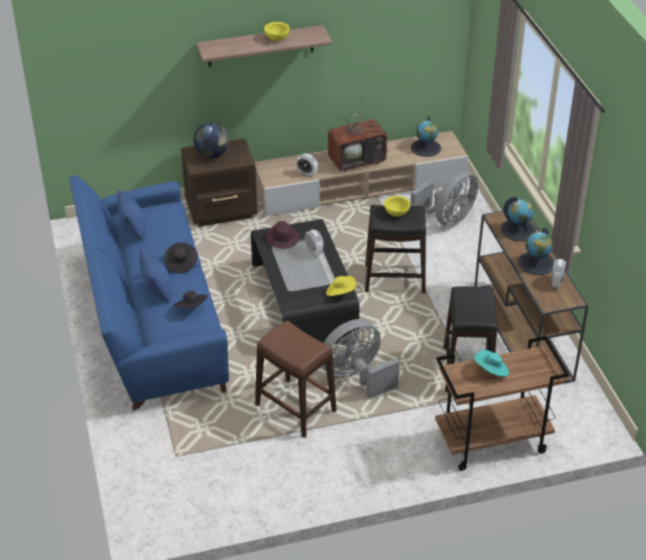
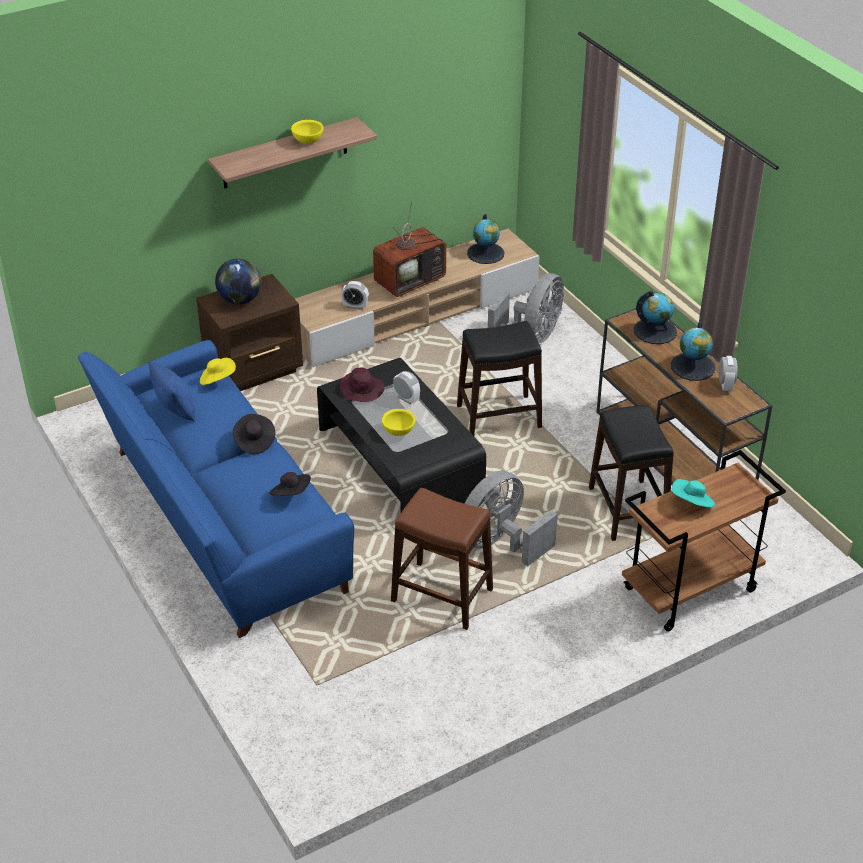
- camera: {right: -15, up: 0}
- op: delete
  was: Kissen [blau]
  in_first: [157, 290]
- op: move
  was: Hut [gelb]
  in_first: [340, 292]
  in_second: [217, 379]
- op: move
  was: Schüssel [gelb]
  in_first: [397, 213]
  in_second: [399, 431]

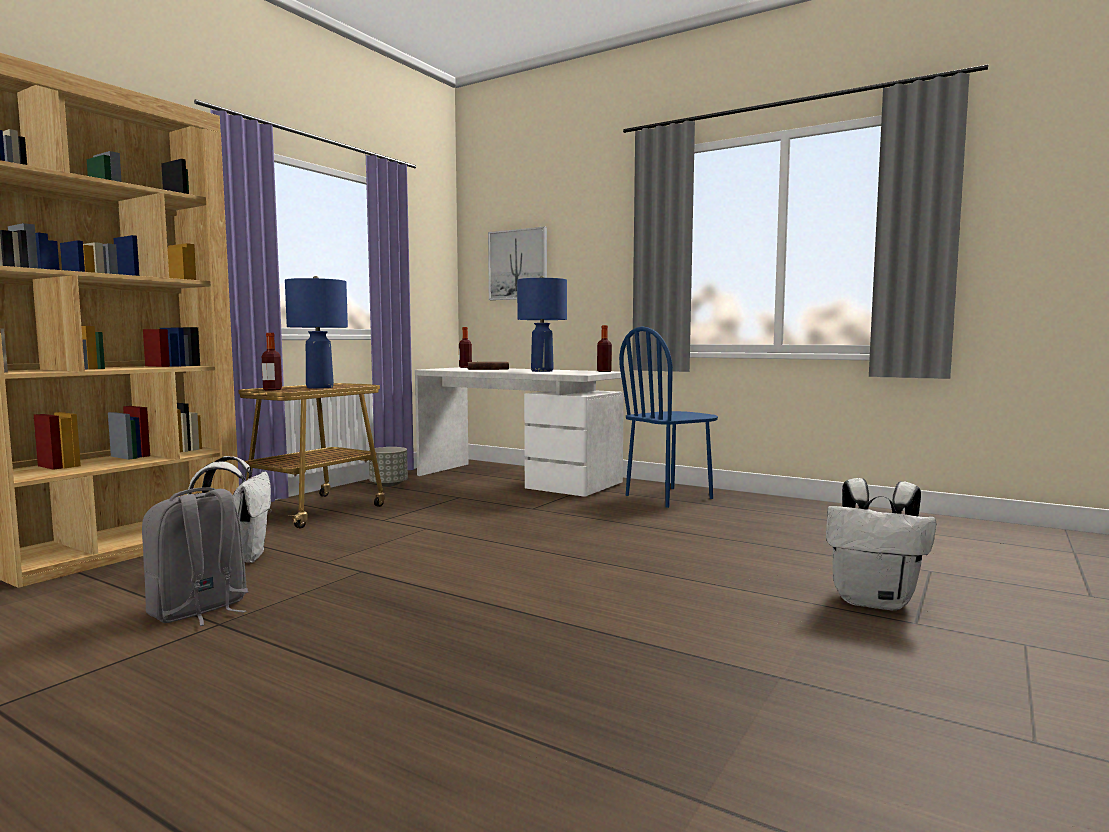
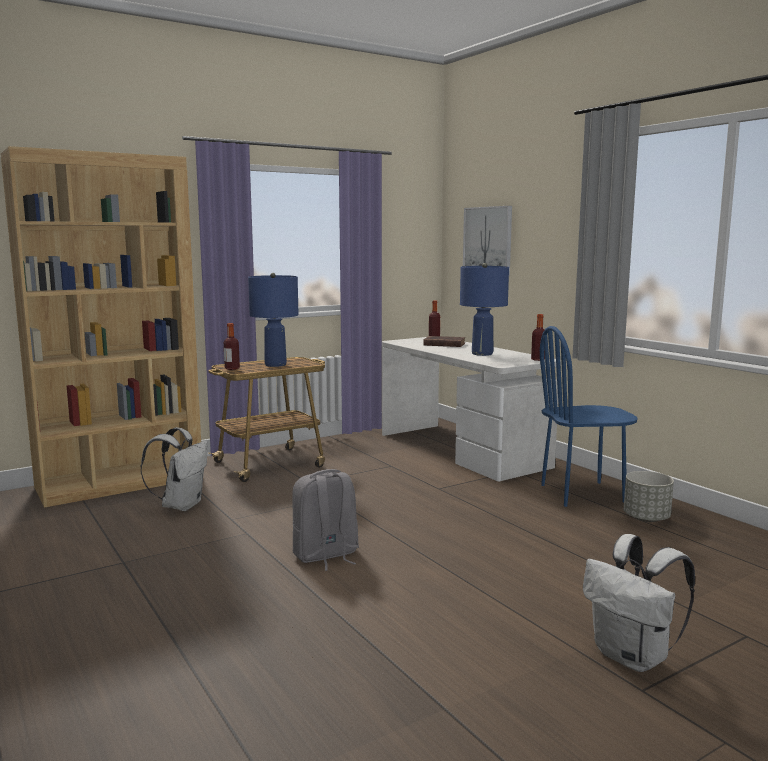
- camera: {right: 25, up: 5}
- op: move
  was: Rucksack [grau]
  in_first: [198, 610]
  in_second: [325, 555]
- op: move
  was: Pflanzkübel [grau]
  in_first: [389, 484]
  in_second: [646, 518]

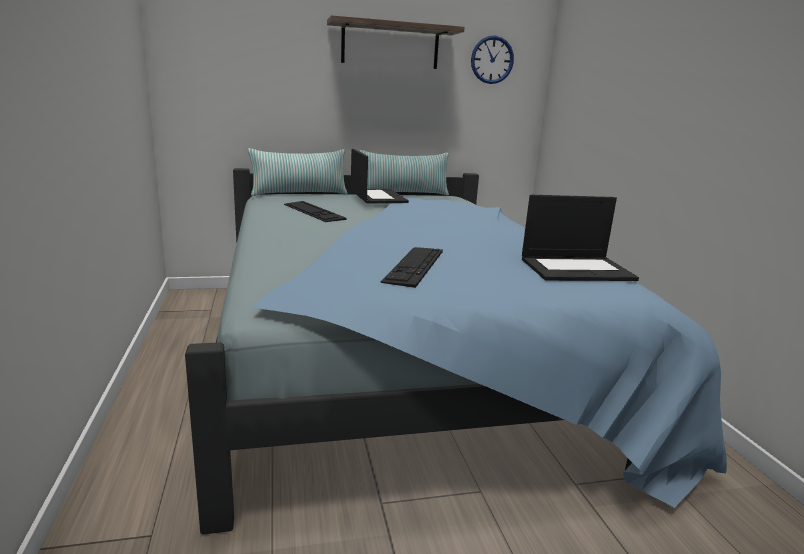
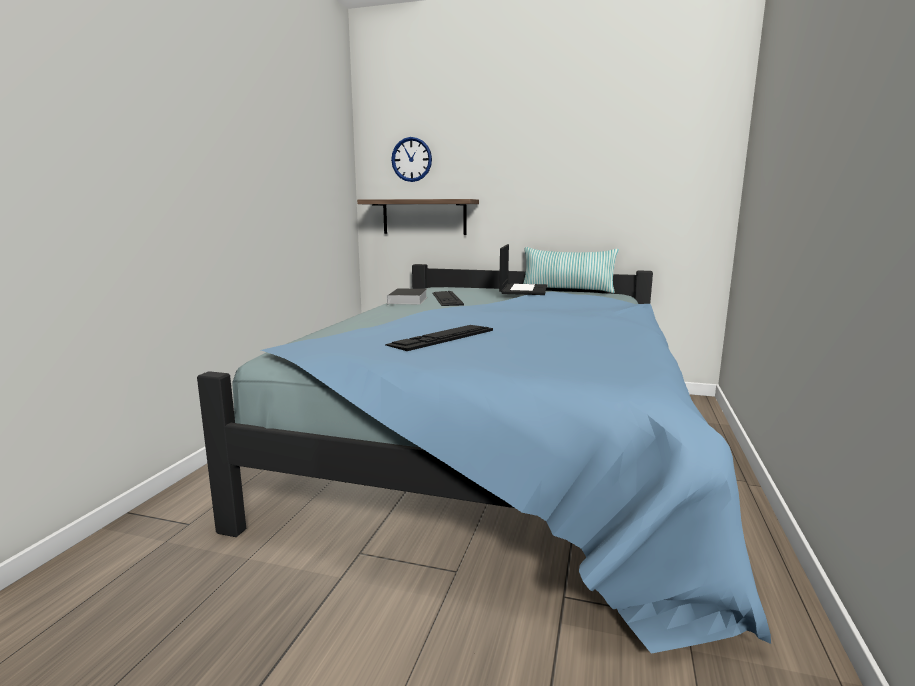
- camera: {right: 30, up: -5}
- op: delete
  was: Kissen
  in_first: [299, 194]
- op: delete
  was: Laptop
  in_first: [577, 269]
- op: insert
  now: Buch
  in_second: [408, 300]
- op: move
  was: Wandregal
  in_first: [390, 45]
  in_second: [424, 217]
- op: move
  was: Wanduhr
  in_first: [492, 60]
  in_second: [411, 159]

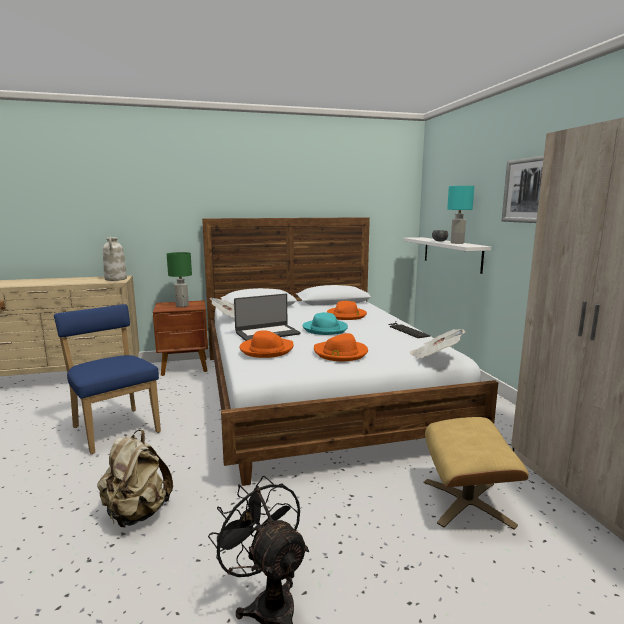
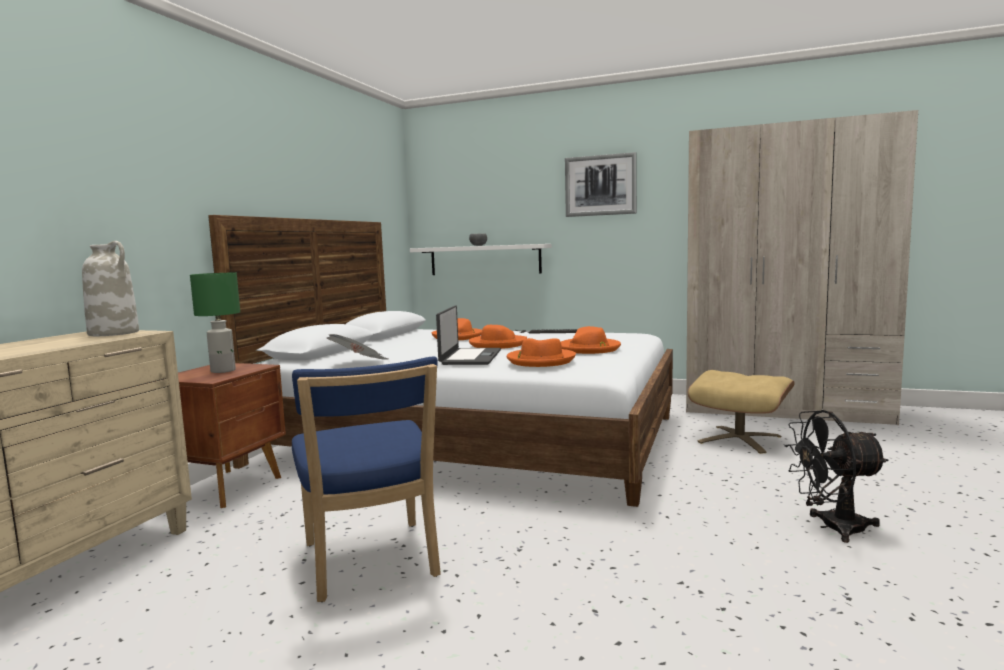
- camera: {right: -55, up: -5}
- op: delete
  was: Rucksack [beige]
  in_first: [137, 514]
- op: delete
  was: Zeitung
  in_first: [435, 357]
- op: delete
  was: Tischlampe [türkis]
  in_first: [456, 243]
- op: recolor
  was: Hut [türkis]
  now: Hut [orange]
  in_first: [325, 329]
  in_second: [497, 344]
- op: rotate
  was: Stuhl [blau]
  in_first: [114, 428]
  in_second: [371, 564]
  clockwise: -105

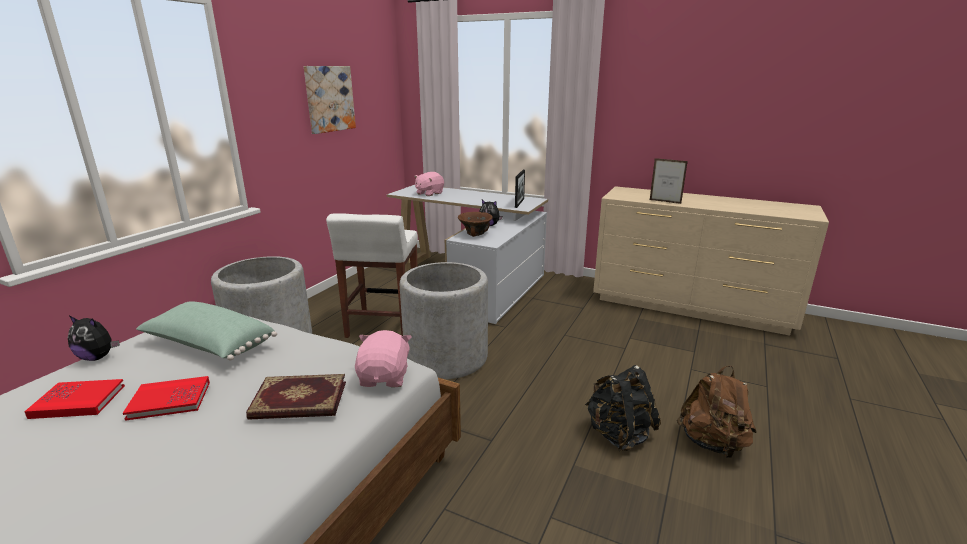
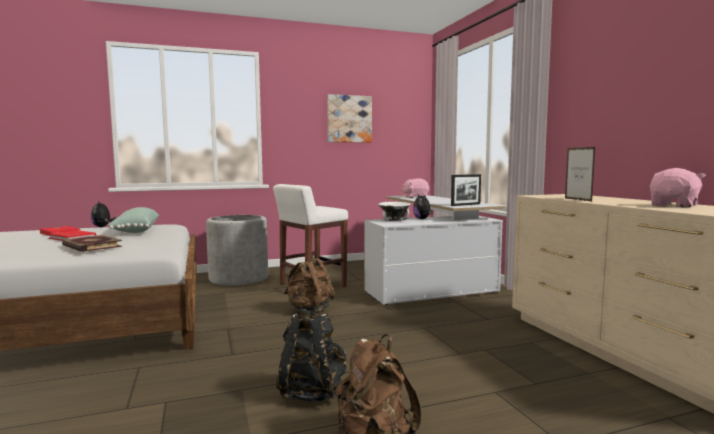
- camera: {right: 45, up: -15}
- op: move
  was: Plüschtier [rosa]
  in_first: [385, 377]
  in_second: [674, 205]
- op: replace
  was: Pflanzkübel [grau]
  now: Rucksack [braun]
  in_first: [446, 357]
  in_second: [309, 310]
- op: recolor
  was: Schüssel [braun]
  now: Schüssel [weiß]
  in_first: [475, 234]
  in_second: [394, 220]

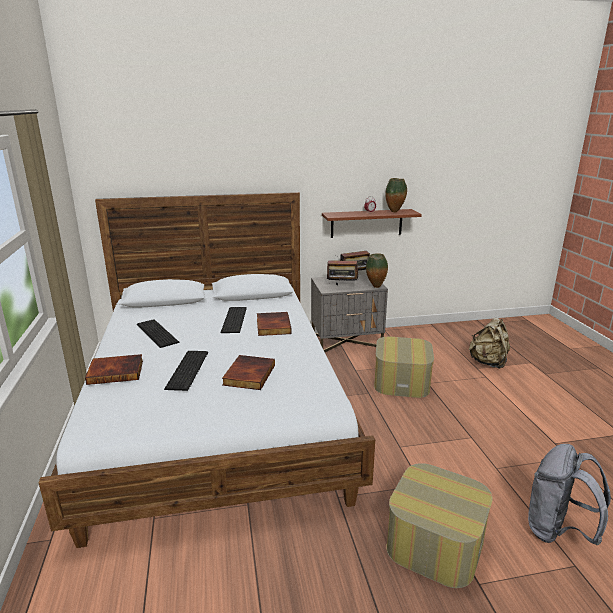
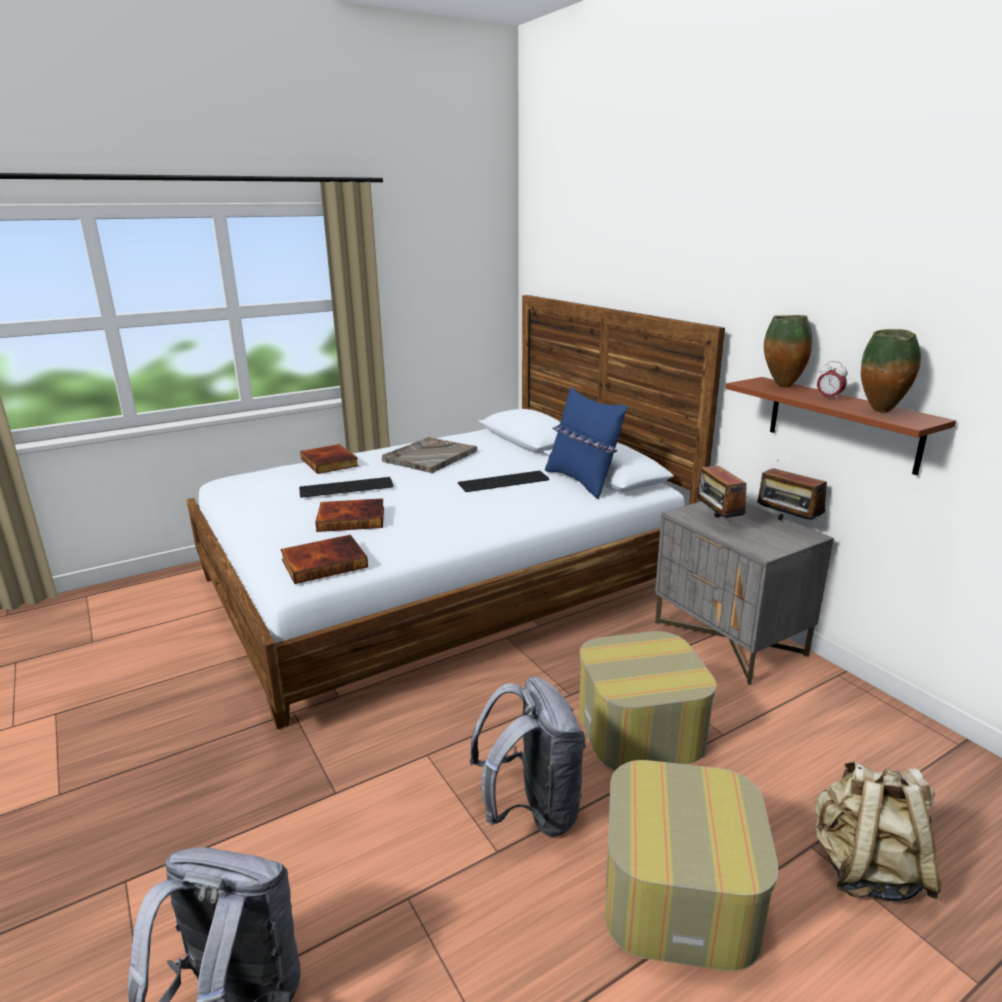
- camera: {right: 70, up: 0}
- op: insert
  now: Rucksack [grau]
  in_second: [532, 810]
- op: insert
  now: Kissen [blau]
  in_second: [582, 481]
- op: move
  was: Buch
  in_first: [272, 326]
  in_second: [324, 562]
- op: move
  was: Vase
  in_first: [376, 287]
  in_second: [781, 386]
- op: move
  was: Polsterhocker
  in_first: [435, 542]
  in_second: [680, 893]
- op: replace
  was: Tastatur
  now: Tablett [grau]
  in_first: [156, 334]
  in_second: [429, 456]

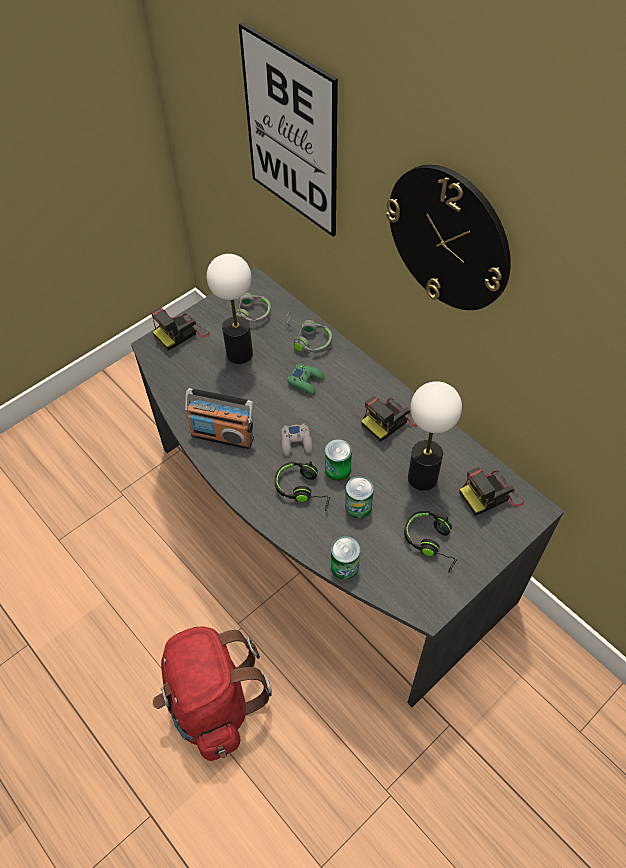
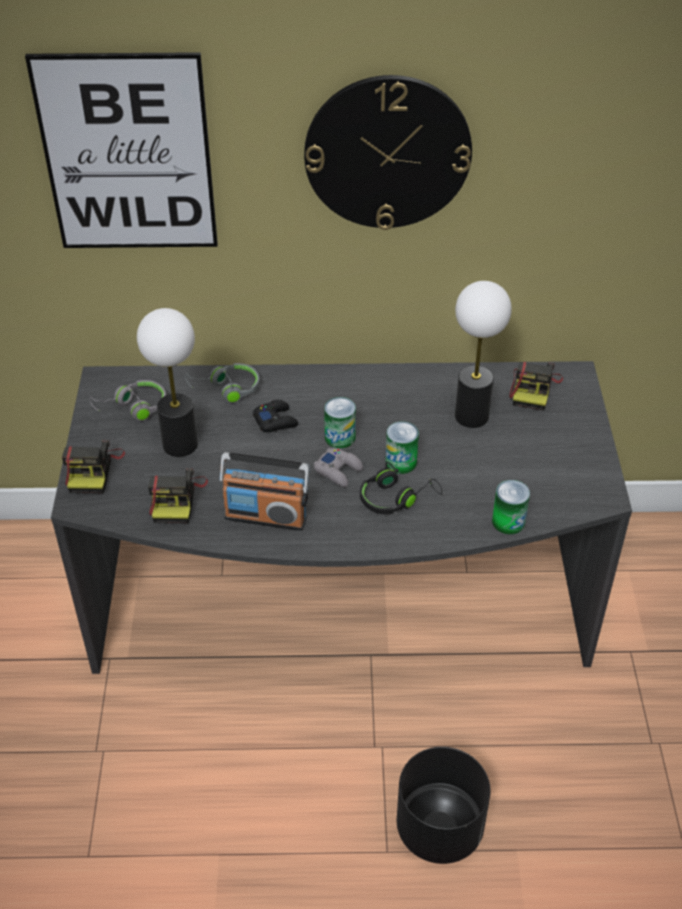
- camera: {right: -50, up: -10}
- op: delete
  was: Kopfhörer [schwarz]
  in_first: [432, 542]
- op: move
  was: Dose
  in_first: [358, 506]
  in_second: [340, 437]
- op: move
  was: Kamera
  in_first: [390, 421]
  in_second: [176, 499]
- op: replace
  was: Rucksack [rot]
  now: Pflanzkübel [schwarz]
  in_first: [212, 702]
  in_second: [440, 828]
- op: recolor
  was: Gamepad [grün]
  now: Gamepad [schwarz]
  in_first: [306, 381]
  in_second: [275, 420]
- op: rotate
  was: Radio
  in_first: [223, 435]
  in_second: [266, 516]
  clockwise: 45

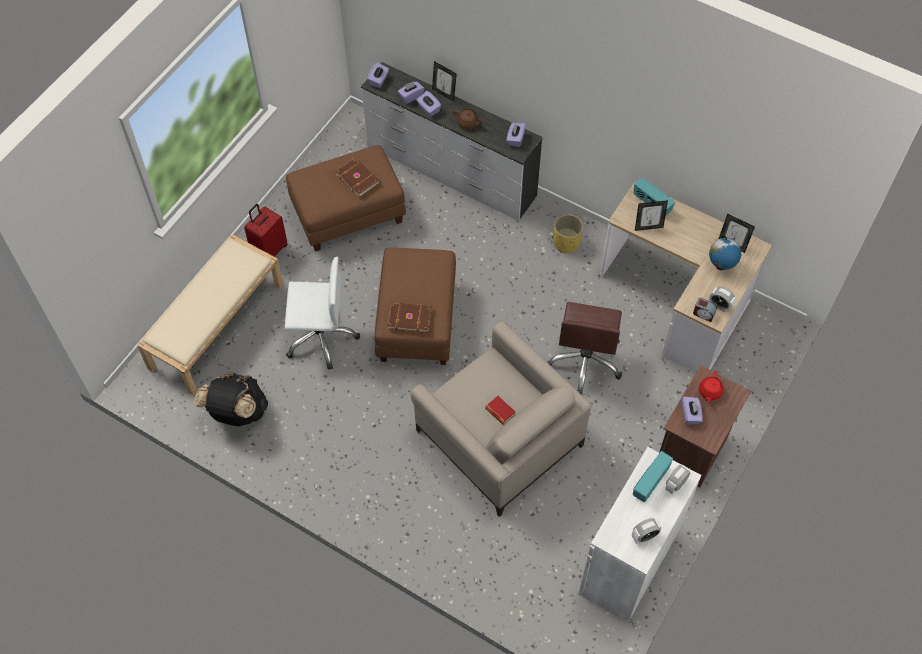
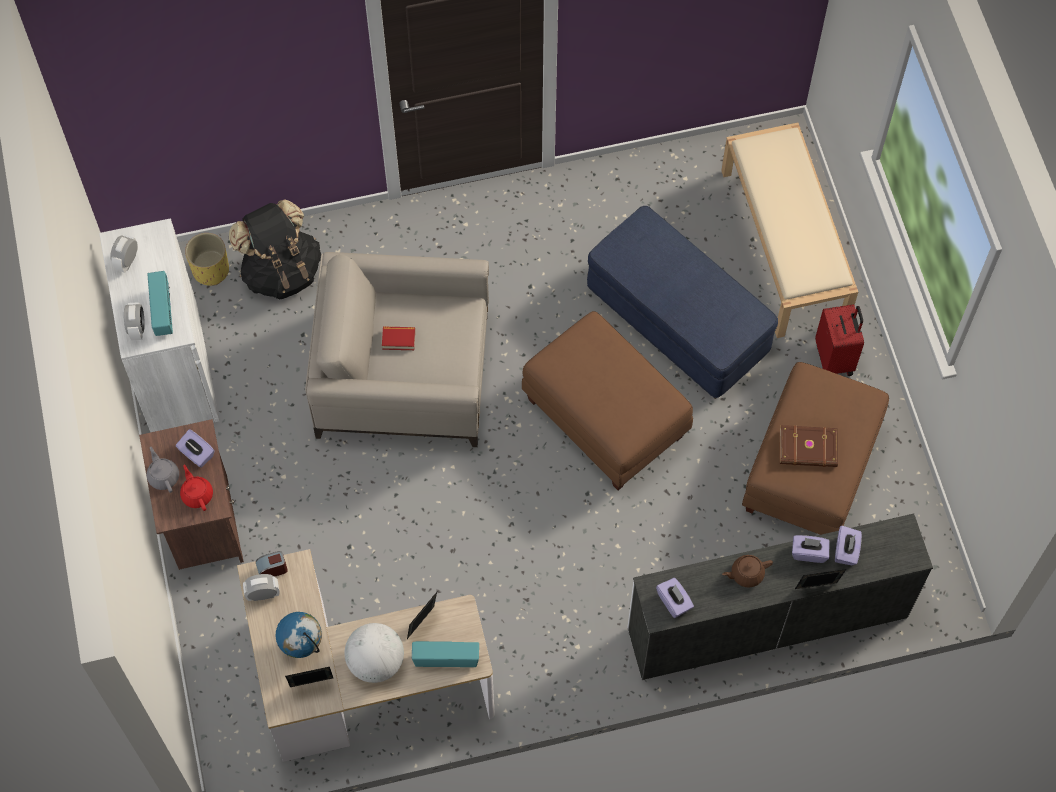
- camera: {right: 135, up: 5}
- op: delete
  was: Taschentuchbox [lila]
  in_first: [378, 80]
- op: delete
  was: Buch [braun]
  in_first: [409, 317]
- op: delete
  was: Bürostuhl [braun]
  in_first: [585, 361]
- op: insert
  now: Teekanne [grau]
  in_second: [163, 476]
- op: insert
  now: Globus
  in_second: [376, 662]
- op: move
  was: Rucksack [schwarz]
  in_first: [237, 413]
  in_second: [281, 271]
- op: move
  was: Pflanzkübel [gelb]
  in_first: [566, 243]
  in_second: [211, 270]
- op: replace
  was: Bürostuhl [weiß]
  now: Polsterhocker [blau]
  in_first: [321, 337]
  in_second: [677, 321]

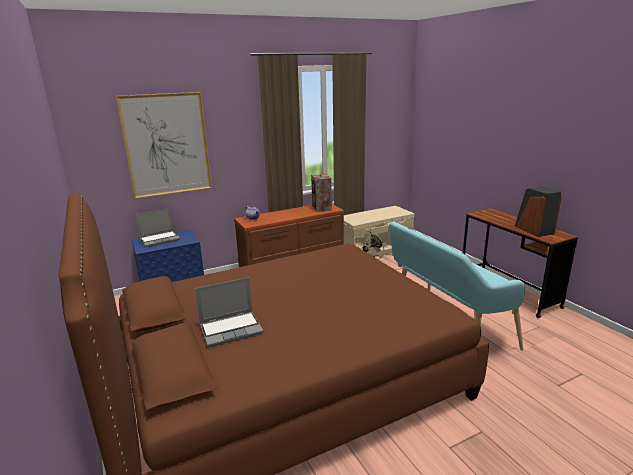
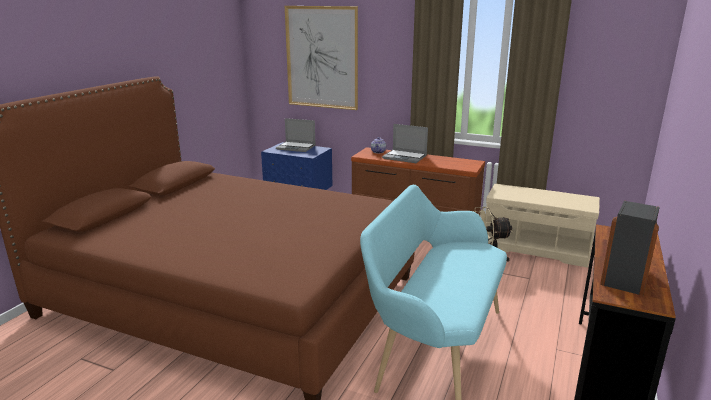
- camera: {right: 50, up: 0}
- op: delete
  was: Lautsprecher
  in_first: [321, 208]
- op: move
  was: Laptop
  in_first: [232, 329]
  in_second: [405, 157]

